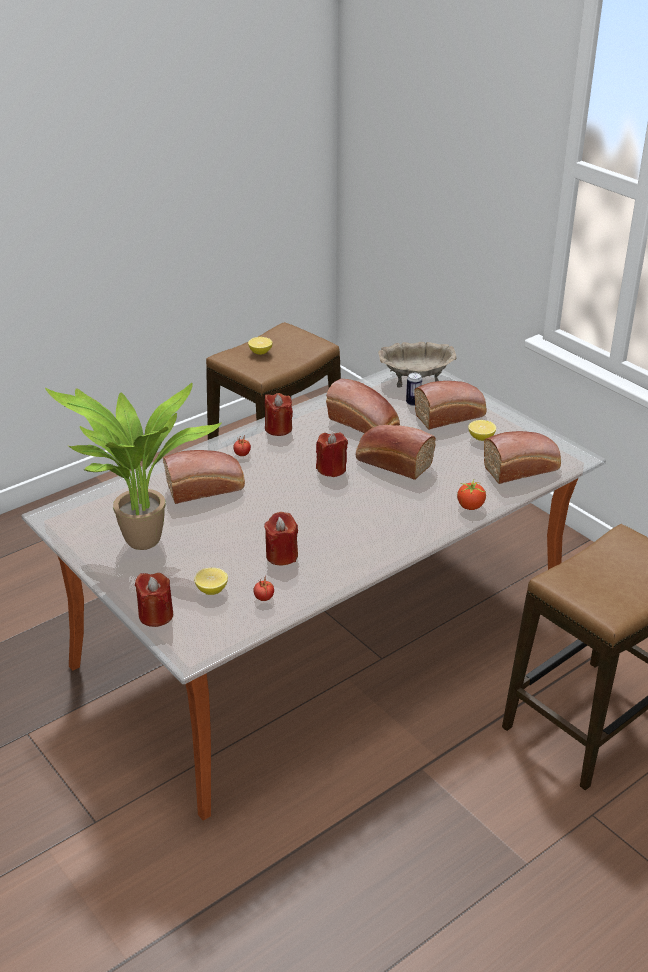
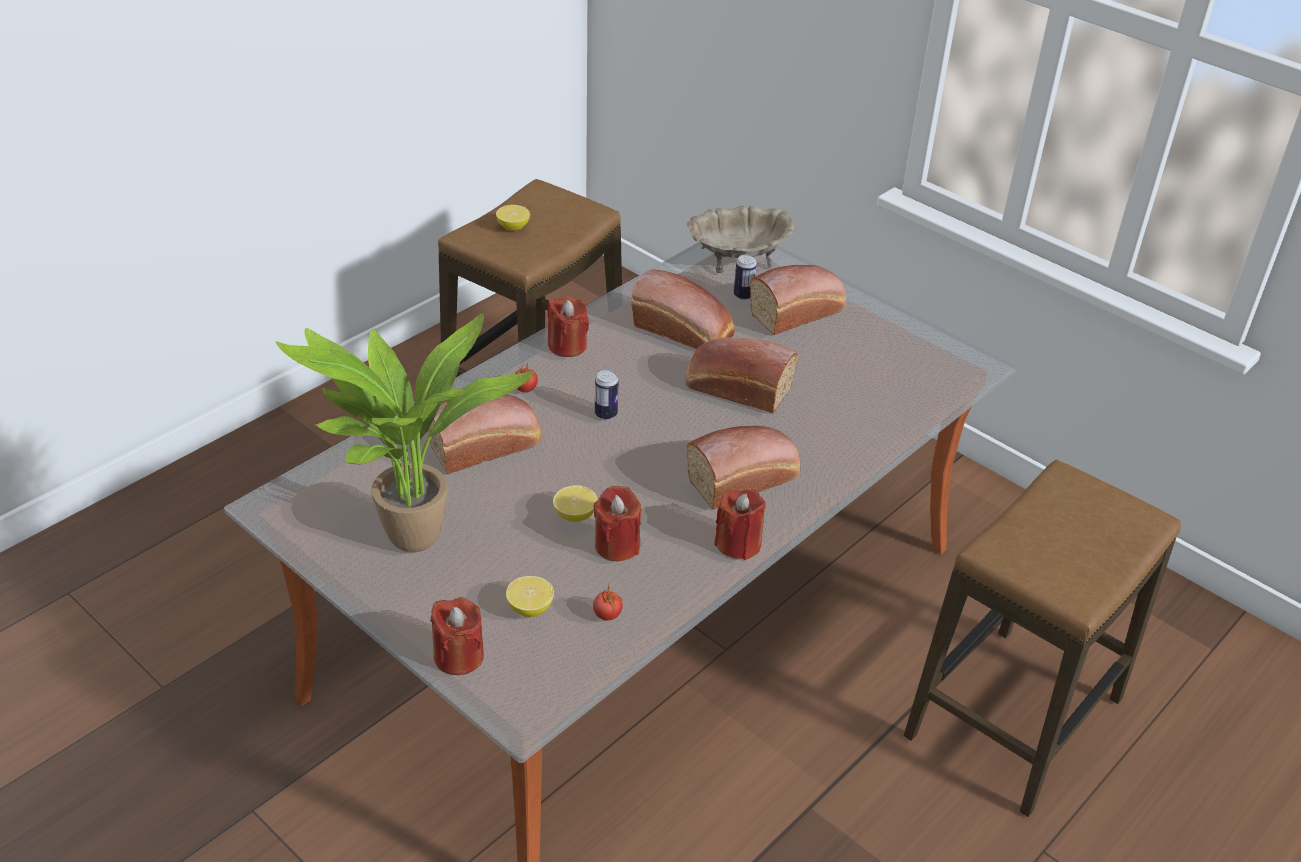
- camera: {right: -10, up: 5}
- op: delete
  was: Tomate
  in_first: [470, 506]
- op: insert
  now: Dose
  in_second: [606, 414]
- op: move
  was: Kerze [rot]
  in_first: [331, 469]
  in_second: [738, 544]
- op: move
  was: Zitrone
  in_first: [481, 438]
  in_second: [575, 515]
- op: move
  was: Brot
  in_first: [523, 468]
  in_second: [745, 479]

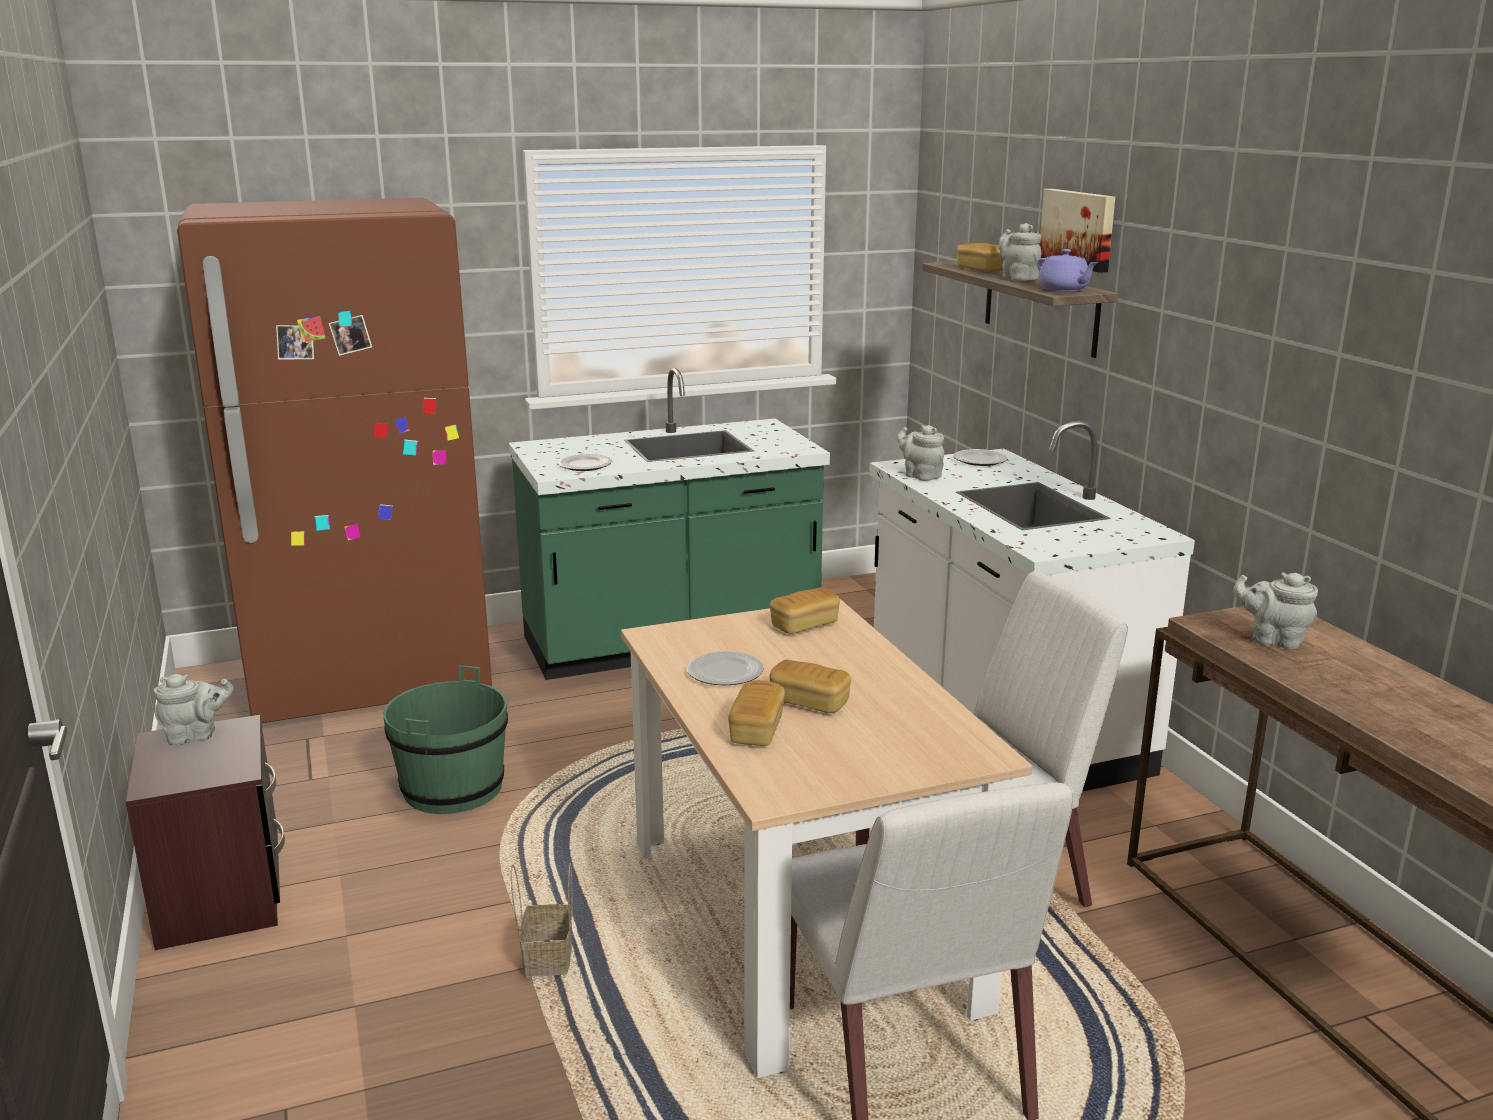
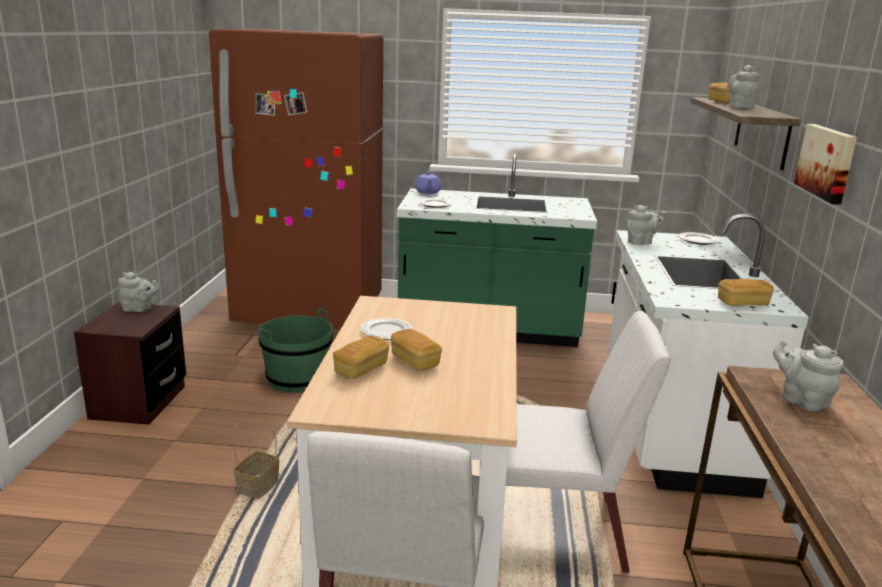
- camera: {right: 25, up: 0}
- op: move
  was: Brot
  in_first: [804, 625]
  in_second: [742, 303]
- op: move
  was: Teekanne [lila]
  in_first: [1064, 290]
  in_second: [427, 192]
- op: move
  was: Bild
  in_first: [1079, 229]
  in_second: [827, 162]
- op: rotate
  was: Teekanne [grau]
  in_first: [920, 475]
  in_second: [641, 242]
  clockwise: 90

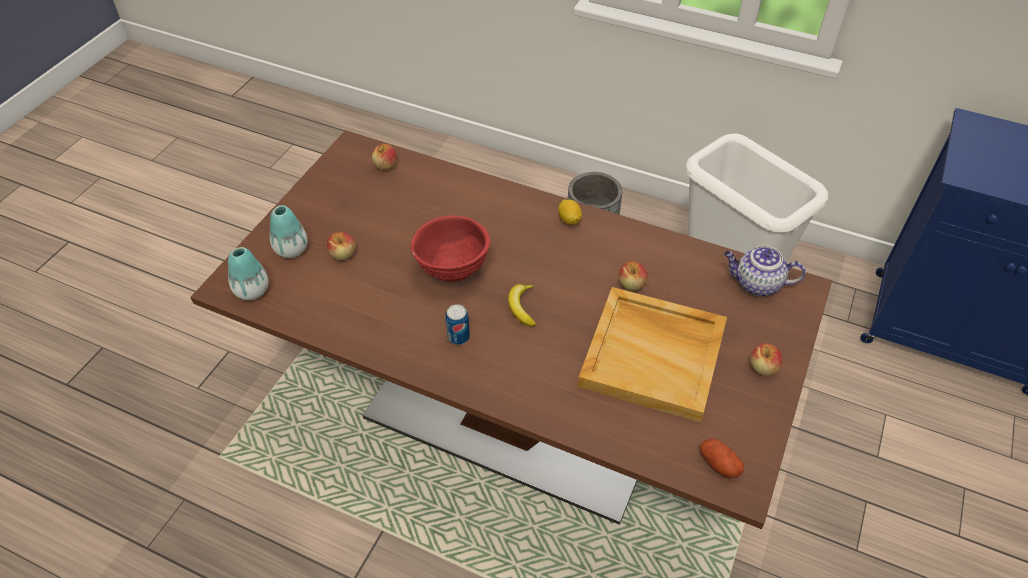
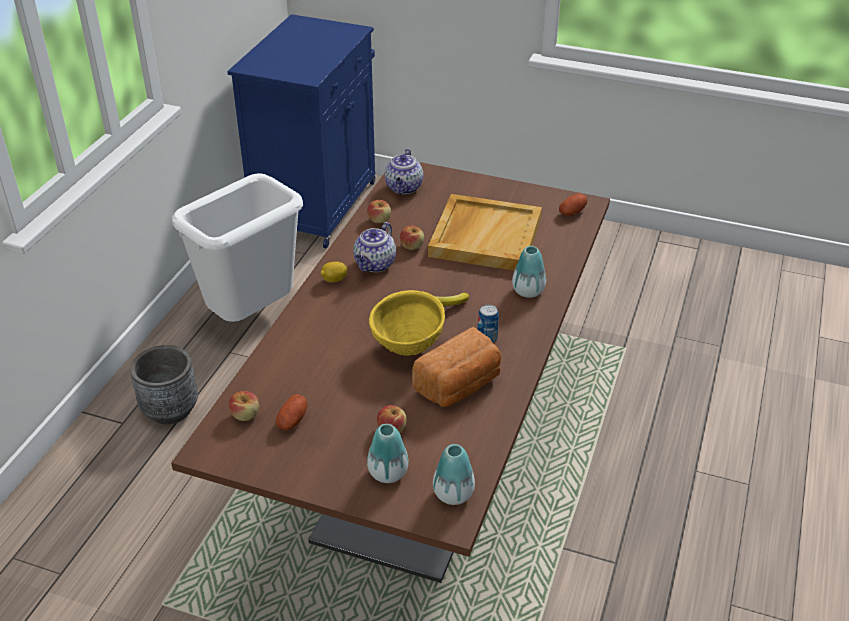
- camera: {right: -95, up: -10}
- op: insert
  now: Kartoffel
  in_second: [292, 420]
- op: insert
  now: Teekanne
  in_second: [375, 265]
- op: insert
  now: Brot
  in_second: [459, 386]
- op: insert
  now: Vase
  in_second: [528, 291]
- op: move
  was: Apfel
  in_first: [763, 367]
  in_second: [379, 220]
- op: recolor
  was: Schüssel [rot]
  now: Schüssel [gelb]
  in_first: [452, 271]
  in_second: [407, 348]

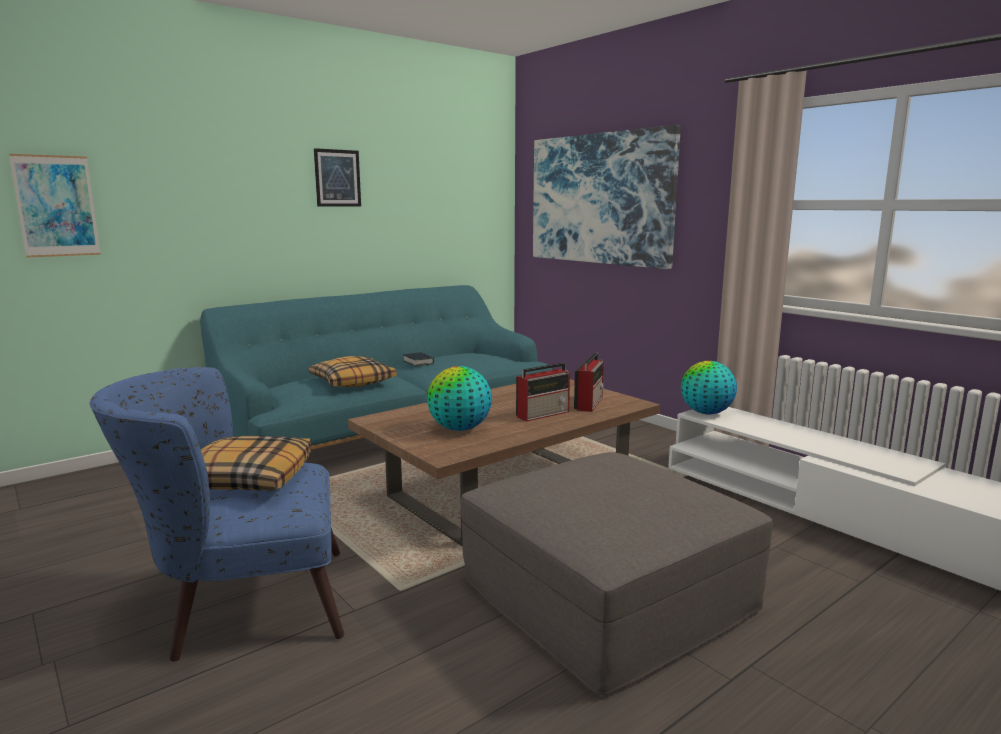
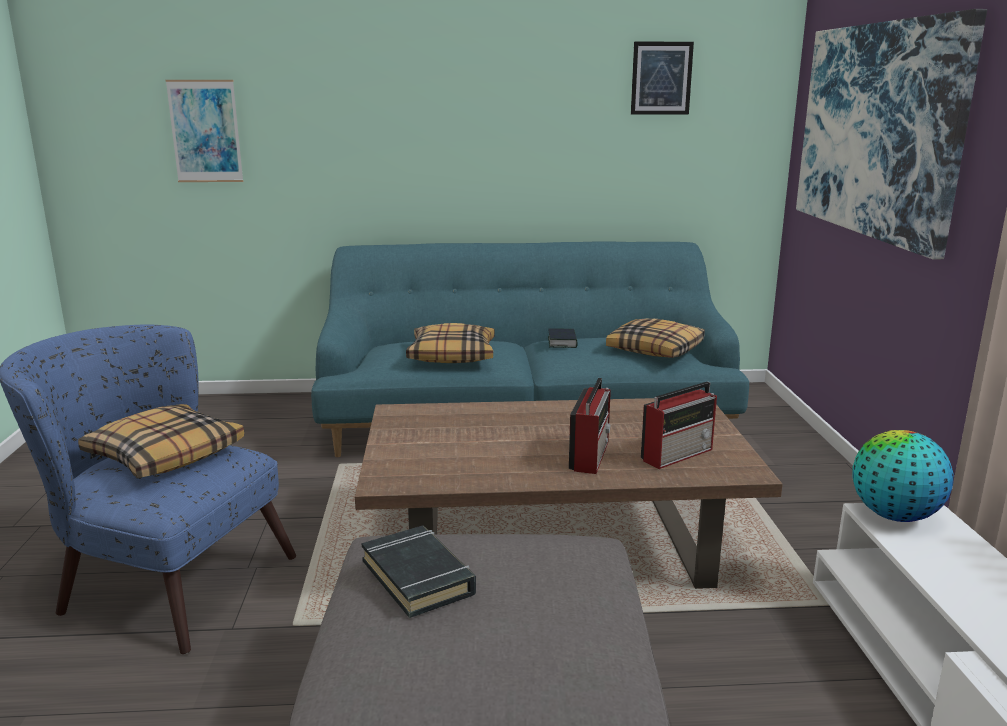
- camera: {right: 35, up: 5}
- op: delete
  was: Globus
  in_first: [459, 429]
- op: insert
  now: Buch [schwarz]
  in_second: [418, 577]
- op: insert
  now: Kissen
  in_second: [656, 350]
- op: move
  was: Bild
  in_first: [337, 178]
  in_second: [661, 78]
- op: rotate
  was: Radio
  in_first: [543, 414]
  in_second: [590, 455]
  clockwise: -75

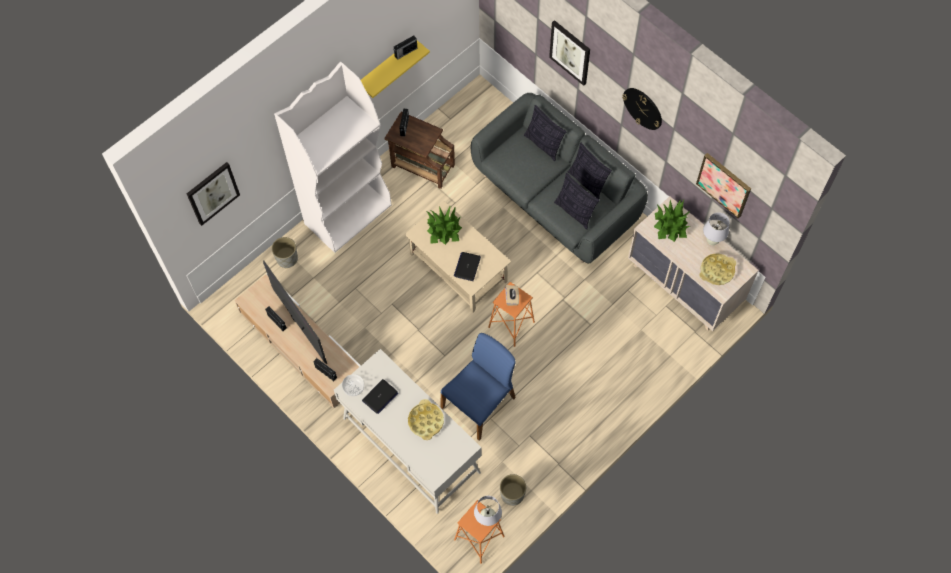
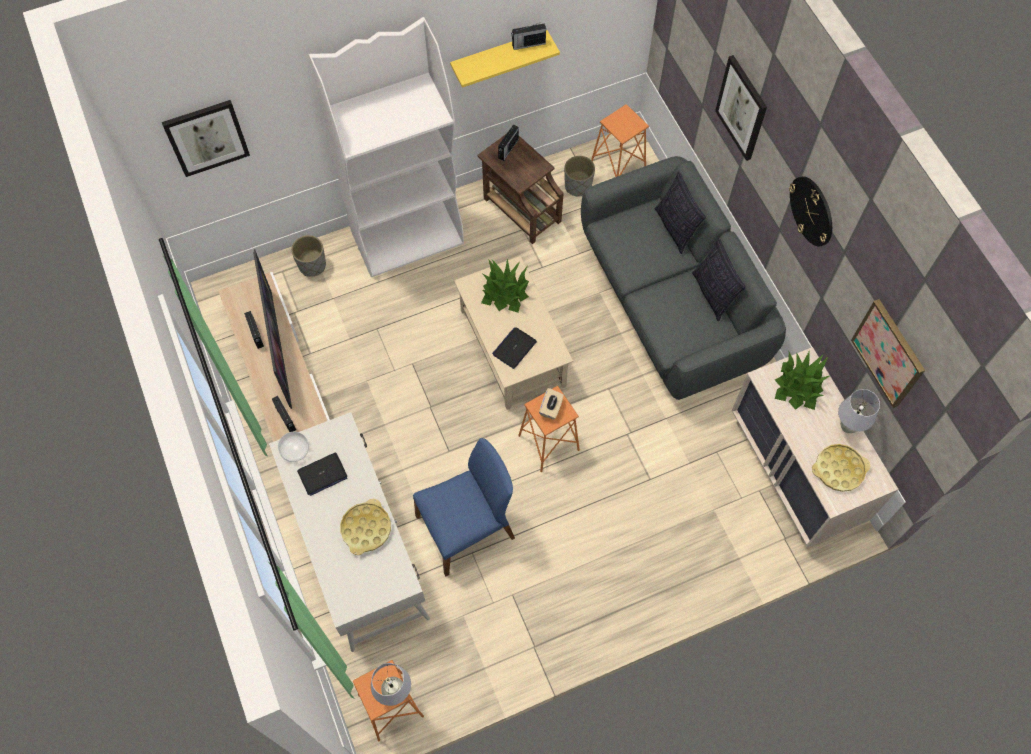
- camera: {right: 20, up: 0}
- op: delete
  was: Kissen
  in_first: [574, 211]
- op: insert
  now: Hocker [orange]
  in_second: [617, 168]
- op: move
  was: Pflanzkübel [grau]
  in_first: [512, 494]
  in_second: [577, 186]

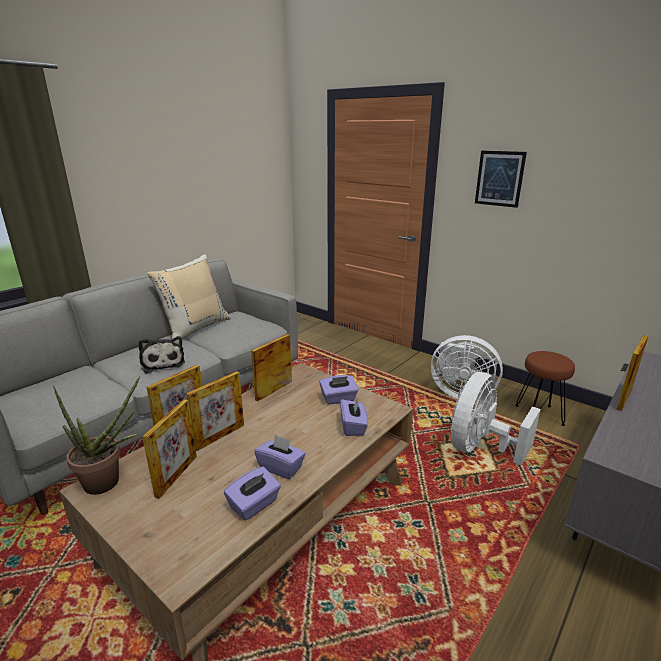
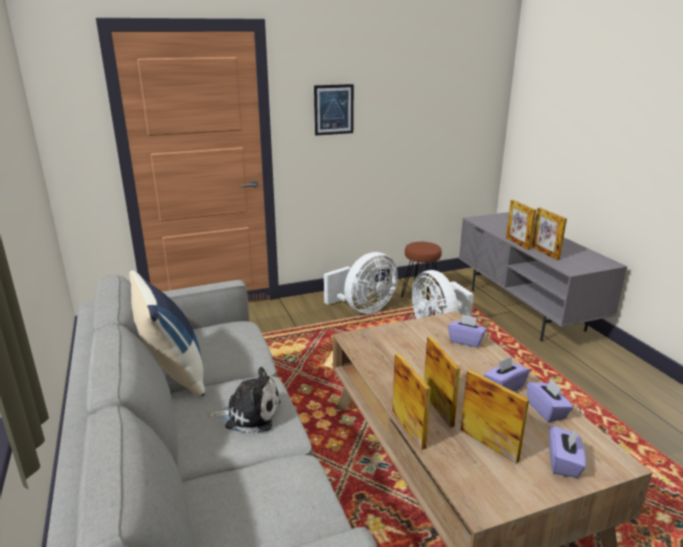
- camera: {right: -60, up: 0}
- op: delete
  was: Topfpflanze
  in_first: [109, 483]
- op: move
  was: Bilderrahmen
  in_first: [274, 390]
  in_second: [545, 253]
- op: move
  was: Taschentuchbox [lila]
  in_first: [338, 399]
  in_second: [564, 463]
- op: recolor
  was: Kissen [beige]
  now: Kissen [blau]
  in_first: [195, 328]
  in_second: [172, 373]

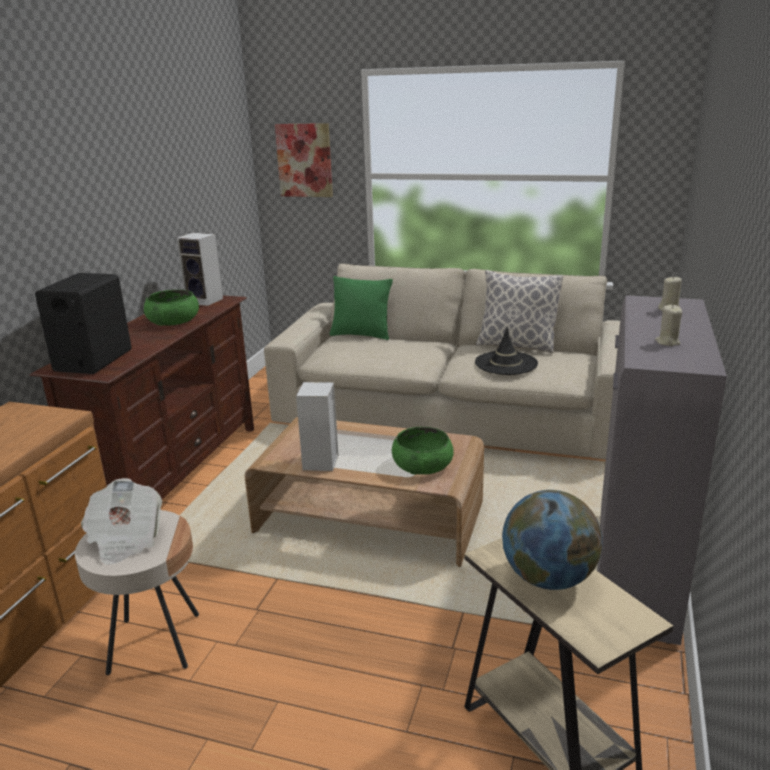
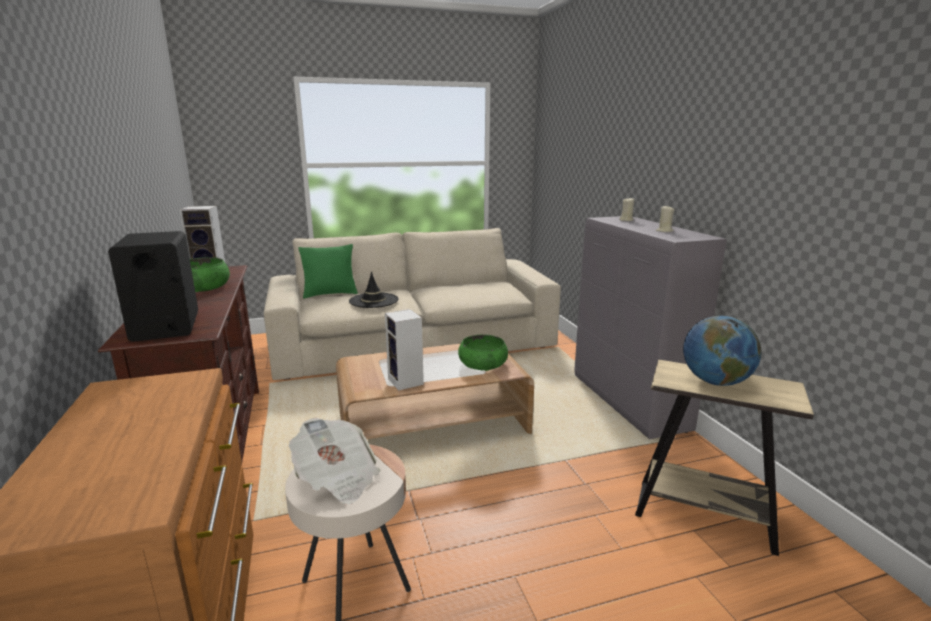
- camera: {right: -35, up: -5}
- op: delete
  was: Bild
  in_first: [304, 160]
- op: delete
  was: Kissen
  in_first: [516, 346]
- op: move
  was: Hut [schwarz]
  in_first: [506, 363]
  in_second: [373, 300]

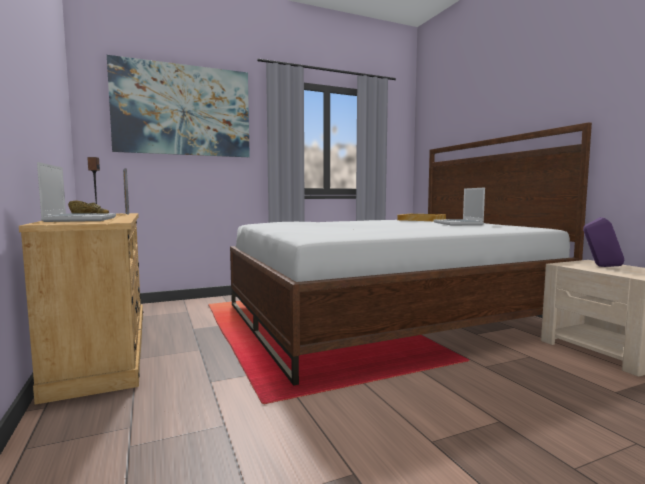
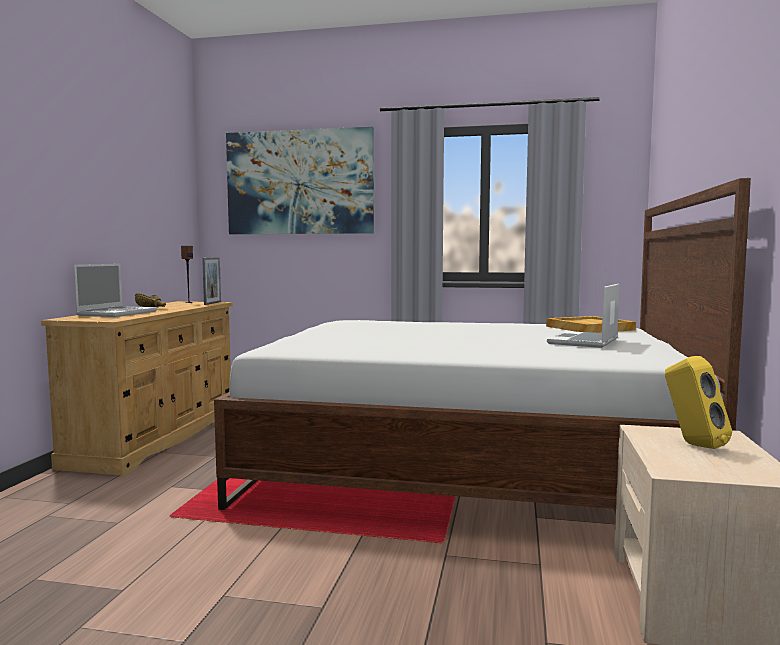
- camera: {right: 35, up: 0}
- op: recolor
  was: Lautsprecher [lila]
  now: Lautsprecher [gelb]
  in_first: [601, 266]
  in_second: [692, 444]

